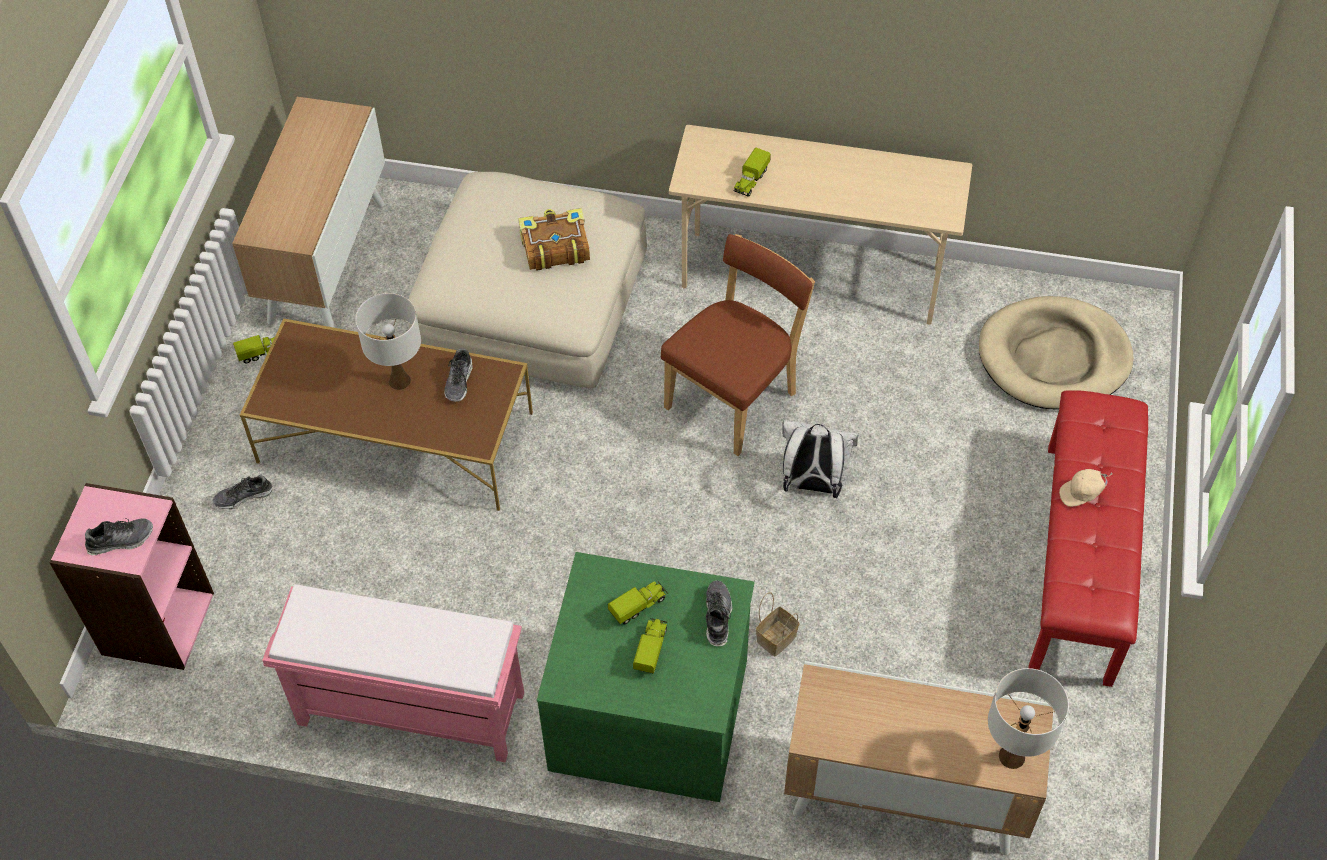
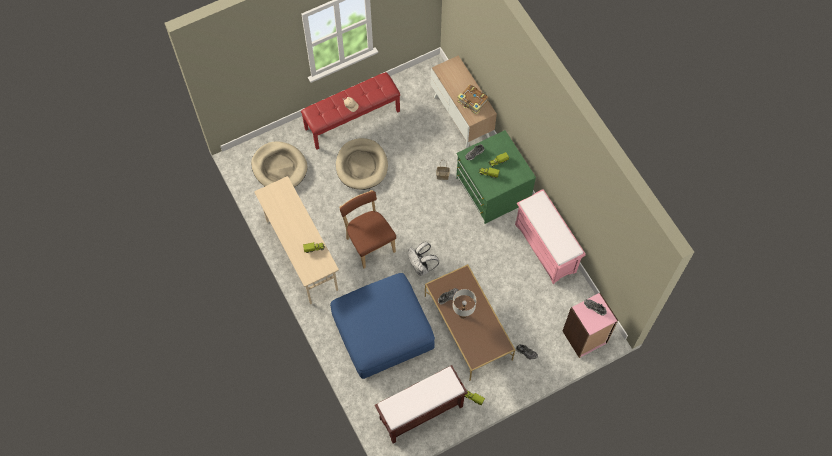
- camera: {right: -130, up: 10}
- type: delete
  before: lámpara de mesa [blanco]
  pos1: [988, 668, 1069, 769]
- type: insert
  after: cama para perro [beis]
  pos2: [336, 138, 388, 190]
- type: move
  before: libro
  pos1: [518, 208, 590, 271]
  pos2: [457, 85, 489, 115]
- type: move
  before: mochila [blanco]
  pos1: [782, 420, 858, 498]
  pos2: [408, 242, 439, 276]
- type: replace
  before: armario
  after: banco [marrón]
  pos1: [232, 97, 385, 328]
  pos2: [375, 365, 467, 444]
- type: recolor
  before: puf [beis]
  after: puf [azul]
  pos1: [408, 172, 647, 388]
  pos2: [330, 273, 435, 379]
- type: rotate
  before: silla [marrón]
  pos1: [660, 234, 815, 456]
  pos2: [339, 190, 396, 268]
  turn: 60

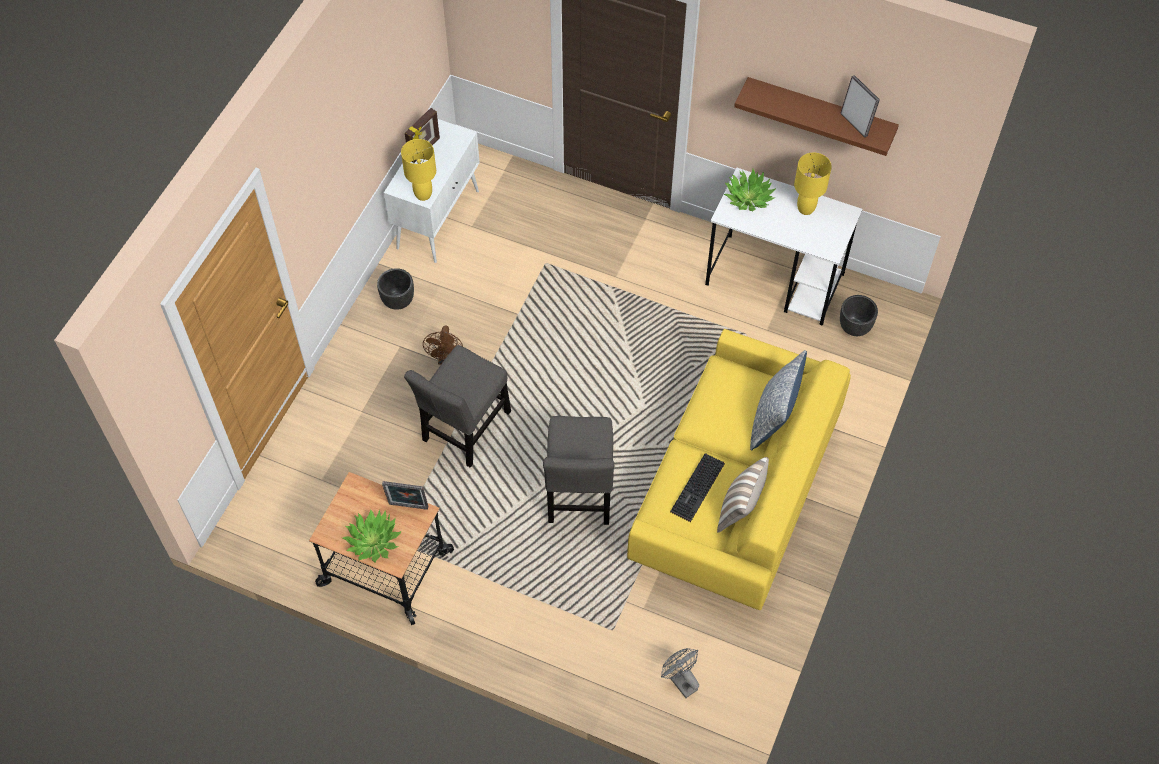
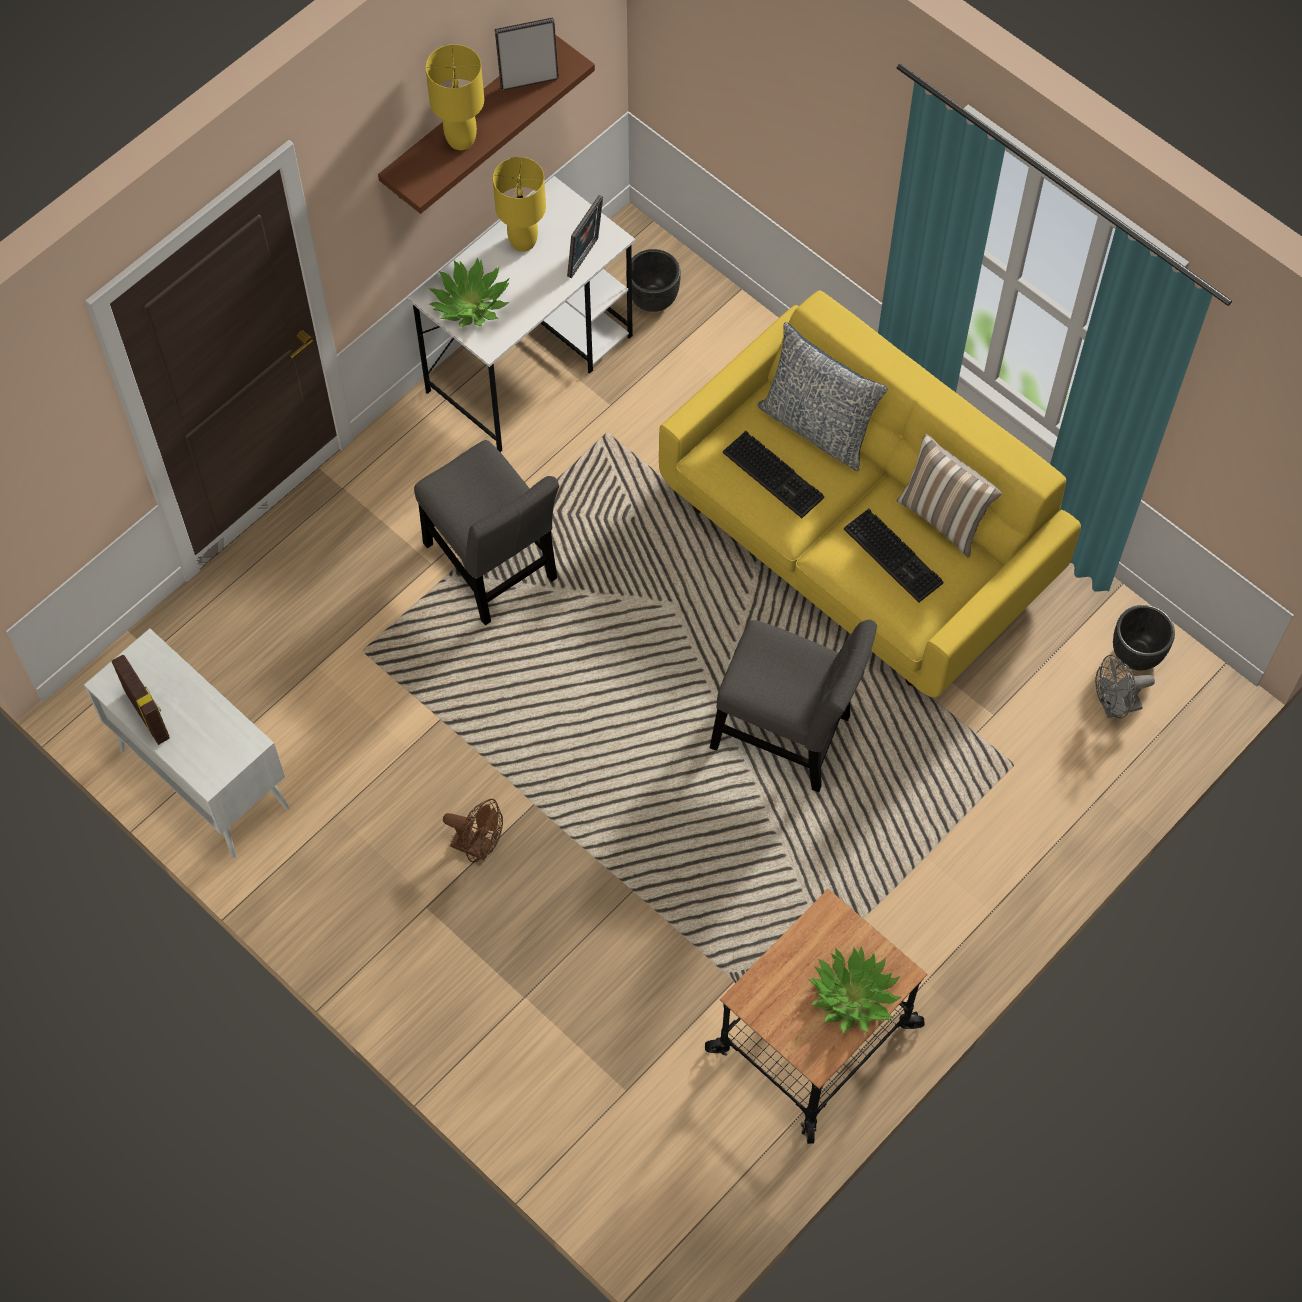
- camera: {right: -70, up: 5}
- type: insert
  after: teclado
  pos2: [723, 431, 824, 518]
- type: move
  before: maceta [negro]
  pos1: [377, 268, 414, 310]
  pos2: [1113, 605, 1175, 671]
- type: move
  before: portarretratos
  pos1: [382, 481, 429, 510]
  pos2: [567, 195, 603, 278]
- type: move
  before: lámpara de mesa [amarillo]
  pos1: [401, 139, 436, 201]
  pos2: [425, 44, 484, 150]
- type: move
  before: silla [gris]
  pos1: [404, 345, 511, 467]
  pos2: [414, 440, 559, 625]

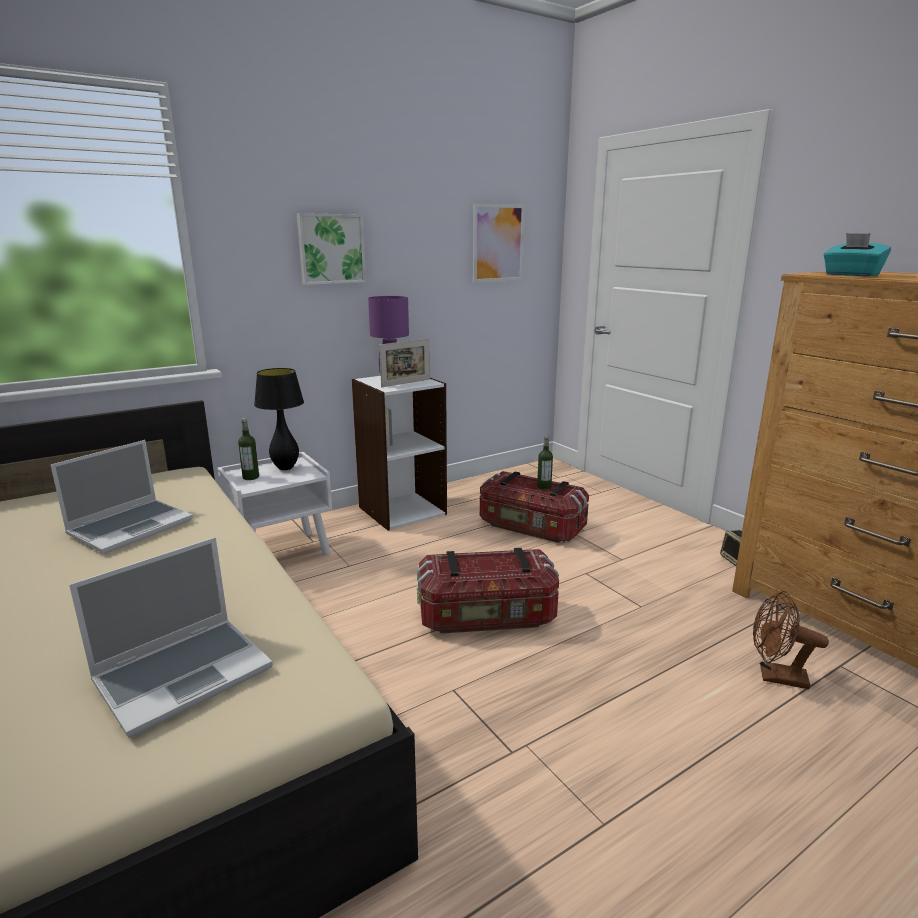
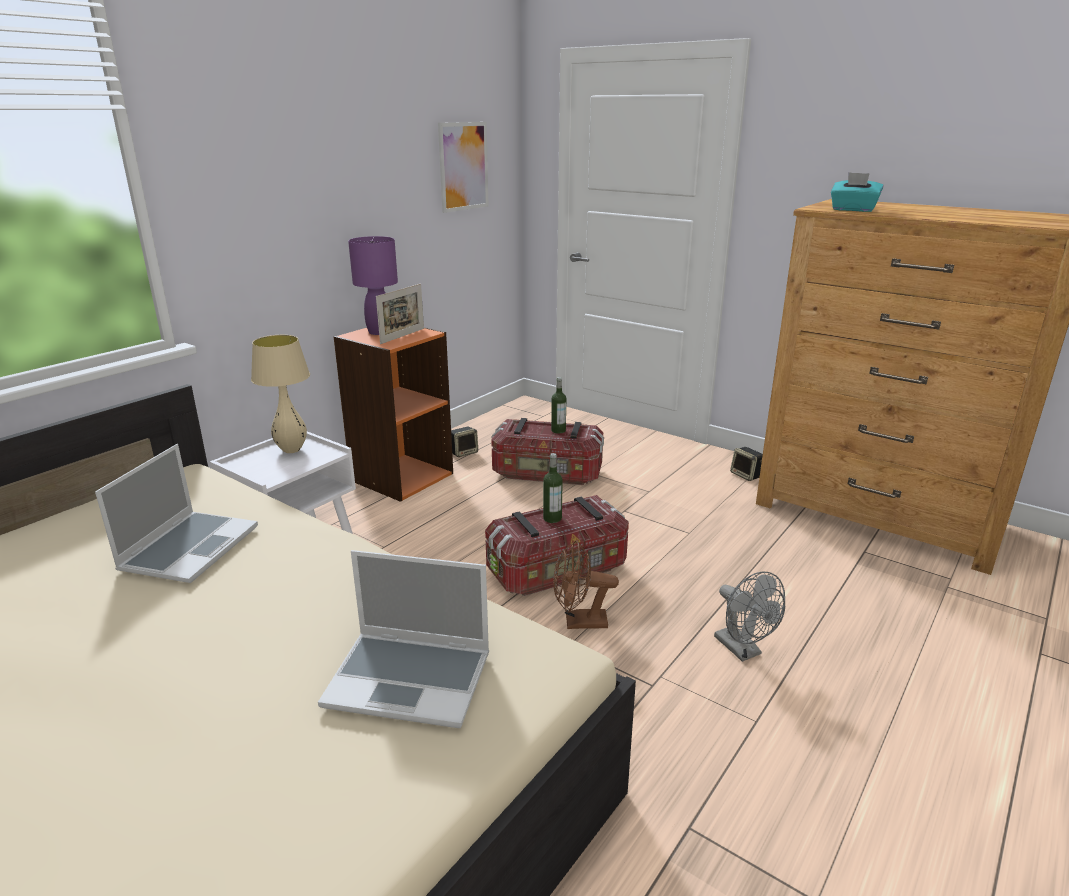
- camera: {right: -20, up: 5}
- type: delete
  before: cuadro
  pos1: [297, 213, 366, 285]
- type: insert
  after: altavoz
  pos2: [451, 427, 478, 457]
- type: insert
  after: ventilador [gris]
  pos2: [714, 572, 785, 662]
- type: move
  before: botella
  pos1: [238, 418, 259, 480]
  pos2: [543, 453, 563, 523]
- type: move
  before: ventilador [marrón]
  pos1: [753, 591, 829, 689]
  pos2: [553, 540, 619, 629]
- type: recolor
  before: lámpara de mesa [negro]
  after: lámpara de mesa [beis]
  pos1: [254, 368, 304, 470]
  pos2: [251, 335, 310, 453]
- type: recolor
  before: estantería [blanco]
  after: estantería [naranja]
  pos1: [352, 376, 447, 531]
  pos2: [334, 327, 453, 502]
- type: rotate
  before: portátil
  pos1: [69, 537, 273, 737]
  pos2: [318, 550, 489, 728]
  turn: 75

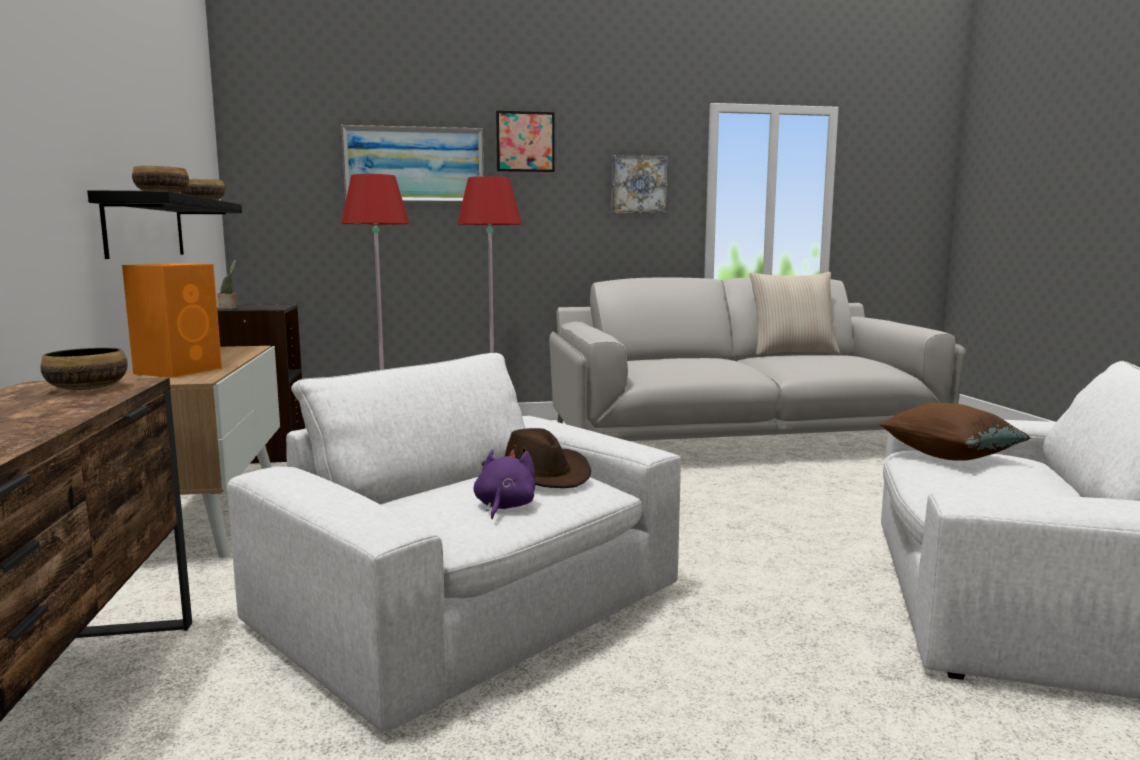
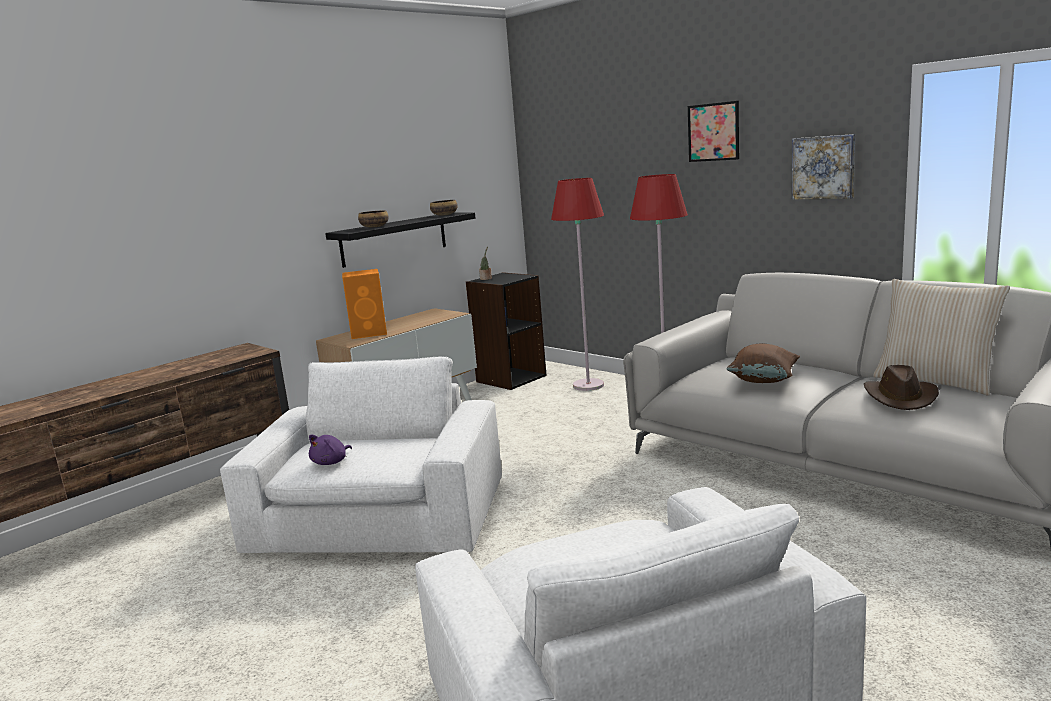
- camera: {right: 55, up: 5}
- type: delete
  before: cuenco
  pos1: [41, 348, 128, 390]
- type: delete
  before: cuadro
  pos1: [341, 125, 484, 203]
- type: move
  before: sombrero [marrón]
  pos1: [482, 428, 591, 488]
  pos2: [864, 365, 939, 410]
- type: move
  before: cojín [marrón]
  pos1: [880, 403, 1031, 461]
  pos2: [726, 344, 800, 383]
- type: rotate
  before: peluche [morado]
  pos1: [473, 450, 536, 519]
  pos2: [309, 435, 352, 465]
  turn: 150

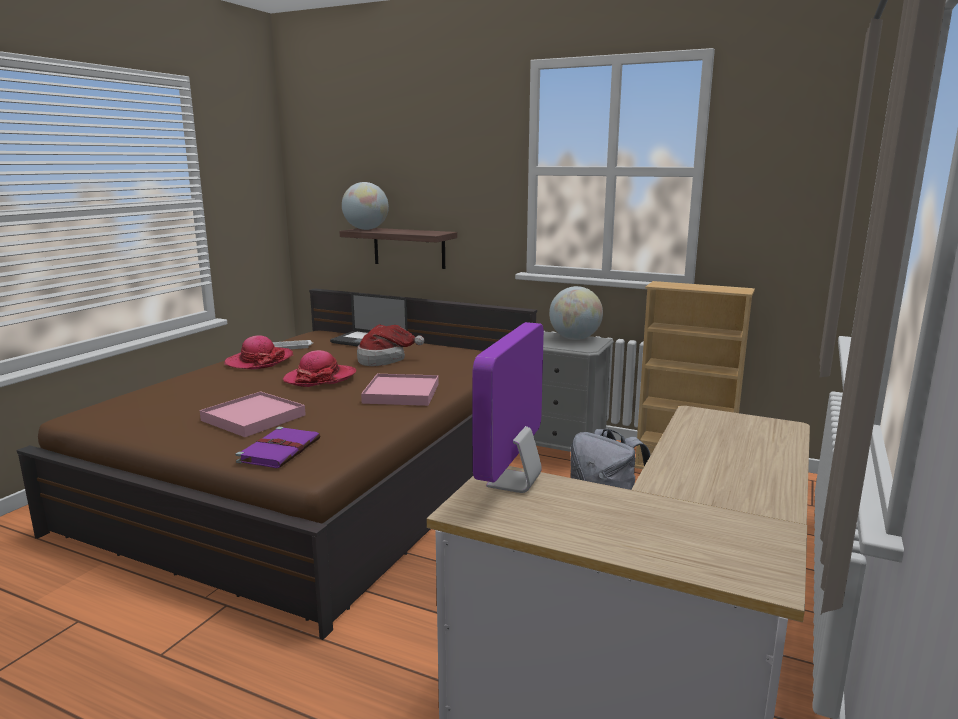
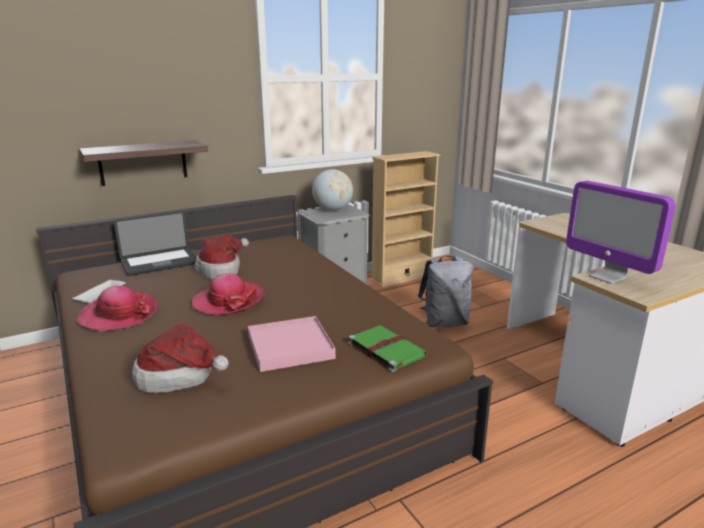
- camera: {right: -55, up: 5}
- type: delete
  before: globo terráqueo
  pos1: [342, 182, 389, 230]
- type: delete
  before: bandeja [rosa]
  pos1: [361, 374, 439, 406]
- type: insert
  after: sombrero
  pos2: [132, 323, 229, 393]
- type: recolor
  before: libro [morado]
  after: libro [verde]
  pos1: [235, 427, 320, 468]
  pos2: [348, 326, 427, 372]

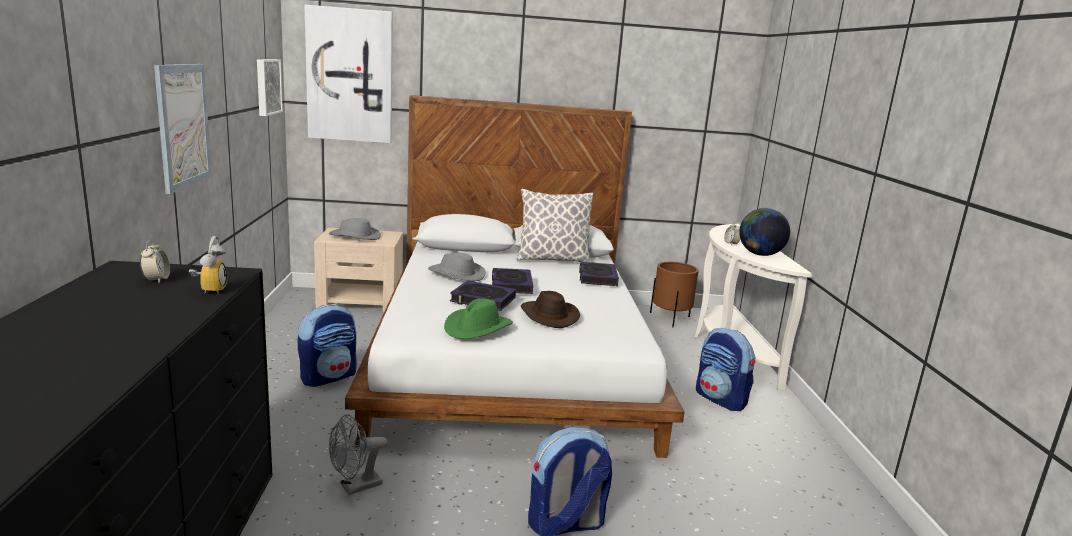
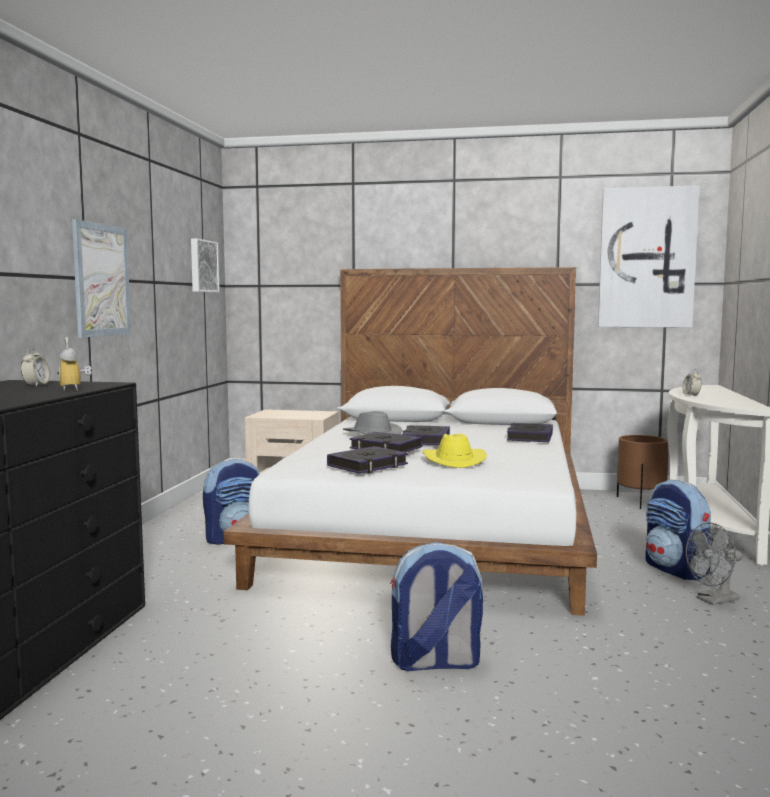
- camera: {right: 15, up: -10}
- type: delete
  before: sombrero [gris]
  pos1: [329, 218, 381, 240]
- type: delete
  before: cojín
  pos1: [517, 189, 593, 262]
- type: delete
  before: globo terráqueo
  pos1: [739, 208, 790, 256]
- type: move
  before: cuadro
  pos1: [304, 5, 393, 143]
  pos2: [598, 185, 700, 328]
- type: move
  before: ventilador [gris]
  pos1: [329, 414, 387, 495]
  pos2: [686, 522, 743, 605]
- type: replace
  before: sombrero [verde]
  after: libro
  pos1: [444, 298, 513, 339]
  pos2: [327, 446, 408, 474]
- type: recolor
  before: sombrero [marrón]
  after: sombrero [amarillo]
  pos1: [521, 291, 580, 328]
  pos2: [423, 433, 487, 468]
- type: rotate
  before: despertador
  pos1: [189, 236, 227, 295]
  pos2: [58, 337, 92, 391]
  turn: 150

